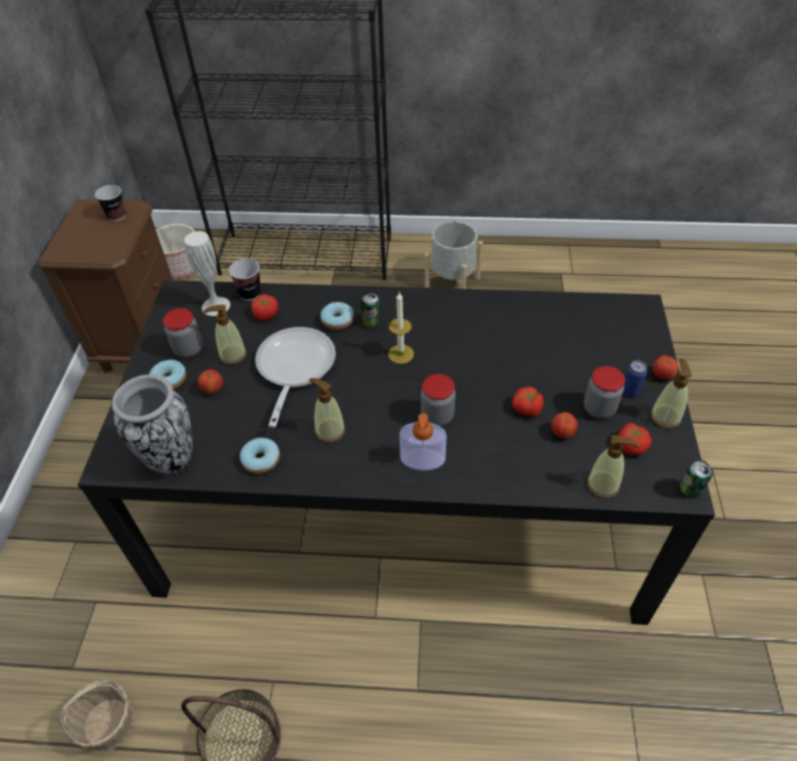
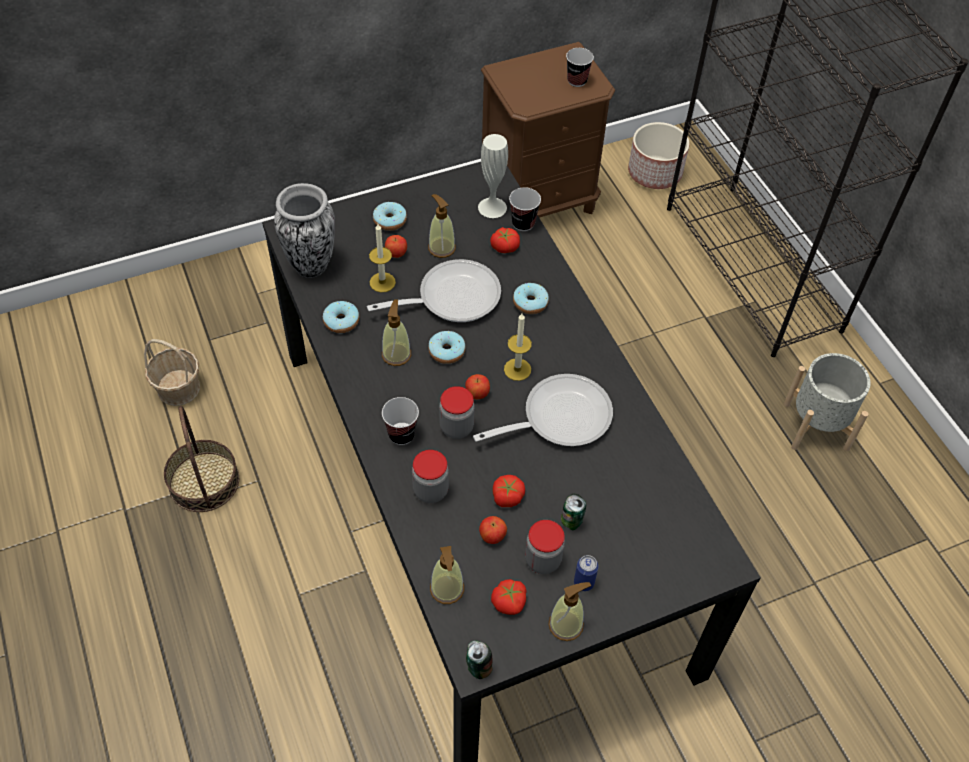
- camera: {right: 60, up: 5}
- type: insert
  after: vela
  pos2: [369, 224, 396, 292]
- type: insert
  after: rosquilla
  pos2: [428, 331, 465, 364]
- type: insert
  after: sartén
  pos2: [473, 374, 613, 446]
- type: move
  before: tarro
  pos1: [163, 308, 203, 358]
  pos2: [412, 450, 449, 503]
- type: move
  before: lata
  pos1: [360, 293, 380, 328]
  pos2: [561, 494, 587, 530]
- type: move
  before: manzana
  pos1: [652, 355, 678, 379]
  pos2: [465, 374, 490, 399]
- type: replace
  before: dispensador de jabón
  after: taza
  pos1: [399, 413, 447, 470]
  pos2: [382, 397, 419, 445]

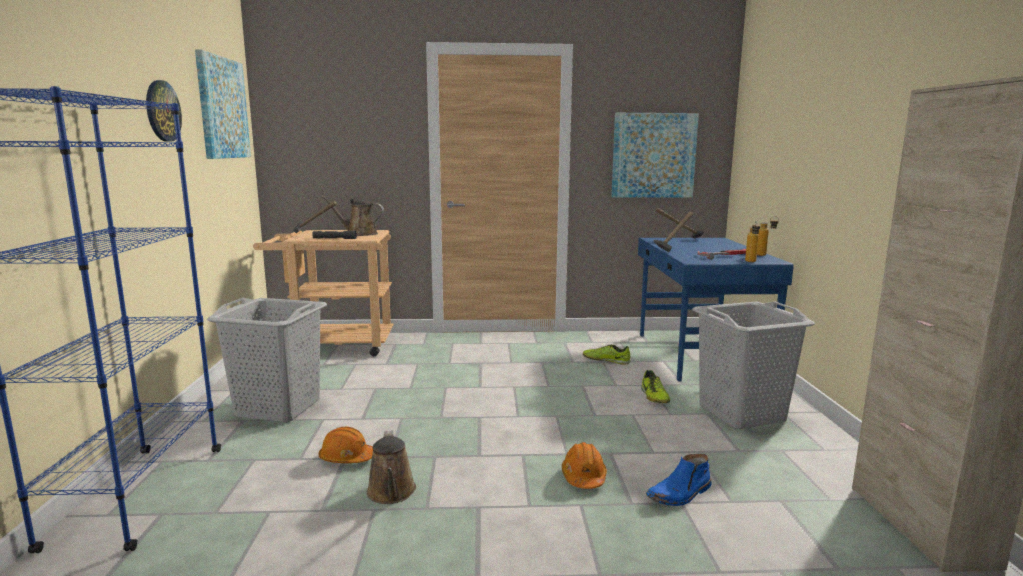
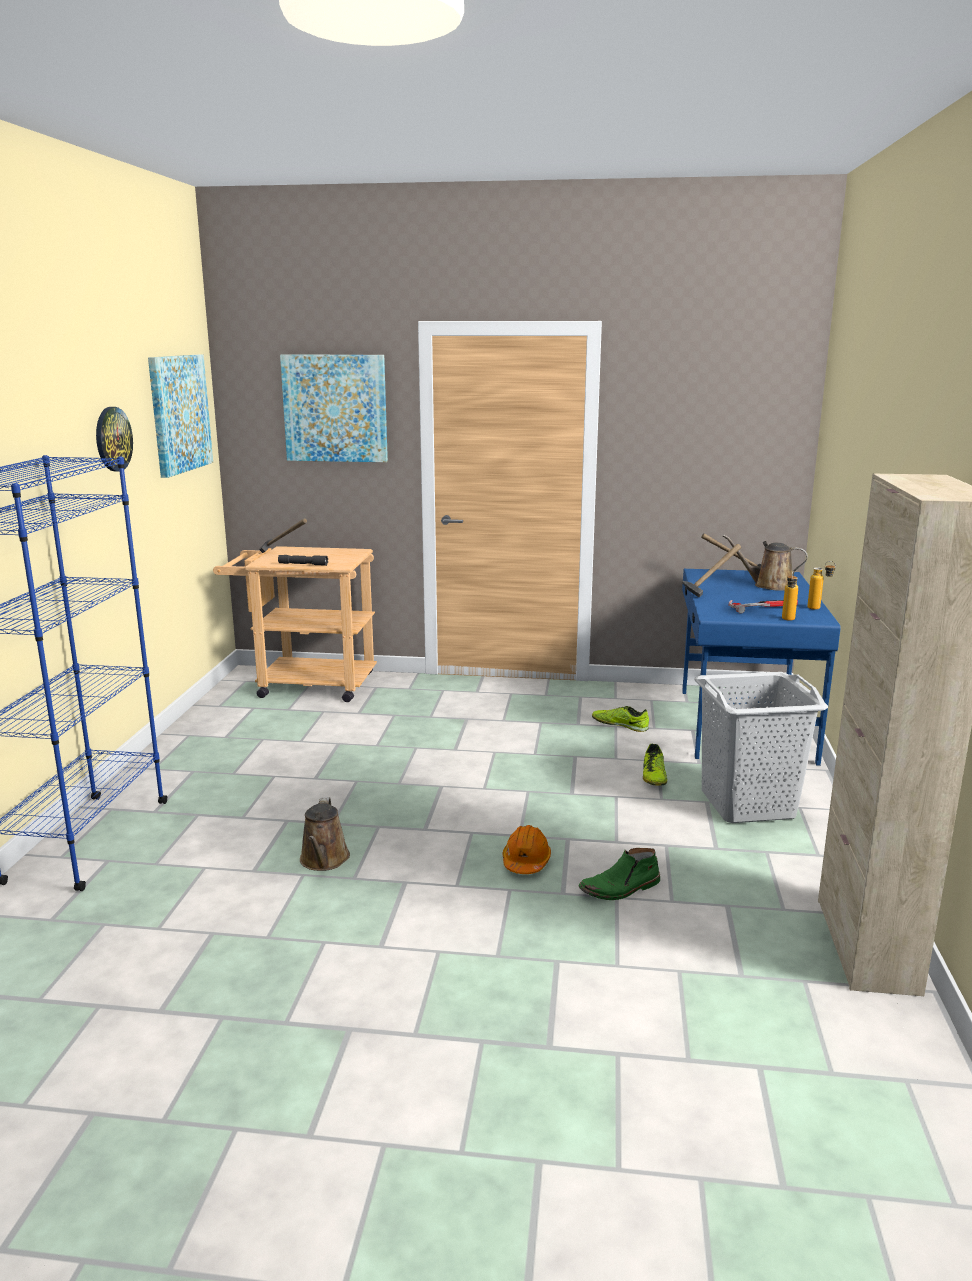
- camera: {right: 10, up: 5}
- type: delete
  before: cesto de la ropa [gris]
  pos1: [207, 298, 327, 423]
- type: delete
  before: casco [naranja]
  pos1: [319, 427, 373, 463]
- type: move
  before: regadera [marrón]
  pos1: [321, 196, 384, 236]
  pos2: [723, 535, 808, 591]
- type: move
  before: cuadro
  pos1: [611, 113, 699, 198]
  pos2: [280, 354, 388, 462]
- type: recolor
  before: bota [azul]
  after: bota [verde]
  pos1: [646, 454, 712, 506]
  pos2: [578, 848, 660, 900]

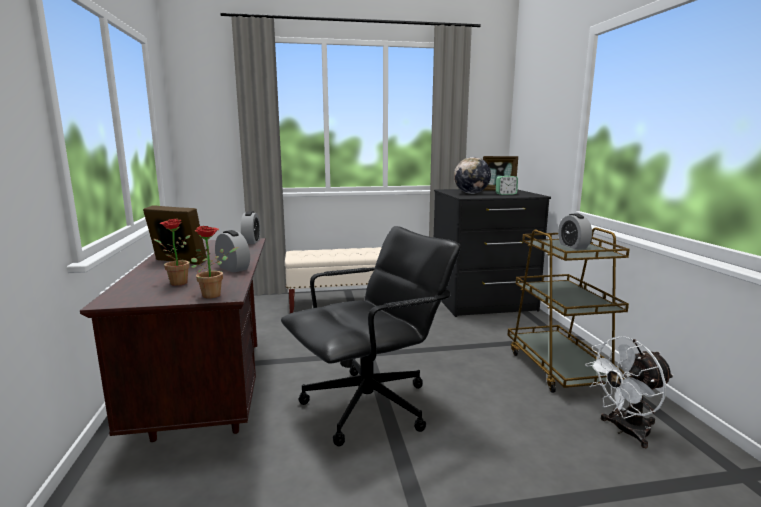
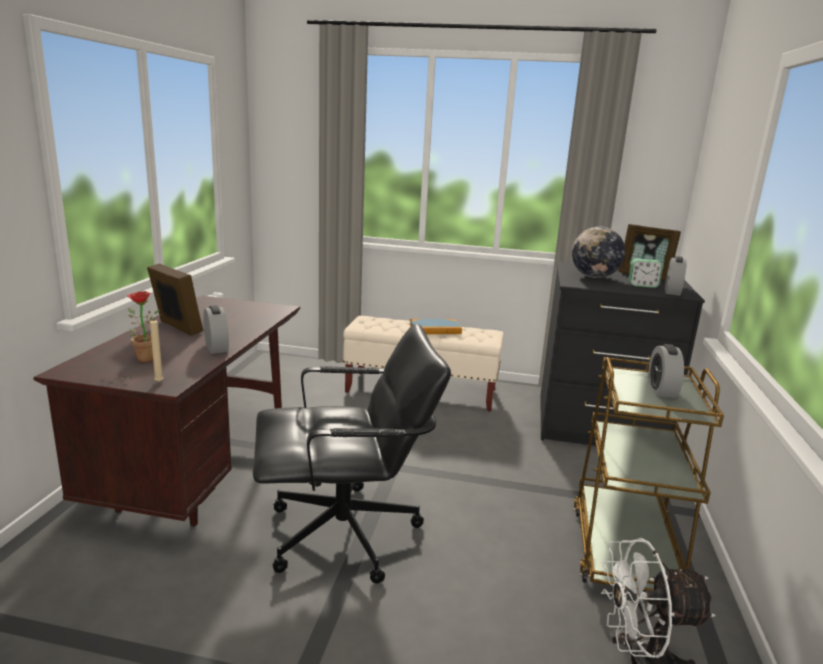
- camera: {right: 20, up: 5}
- type: insert
  after: libro
  pos2: [410, 319, 462, 334]
- type: move
  before: despertador
  pos1: [241, 211, 260, 244]
  pos2: [665, 256, 687, 296]
- type: replace
  before: planta en maceta
  after: vela [beis]
  pos1: [191, 226, 238, 298]
  pos2: [150, 314, 164, 382]

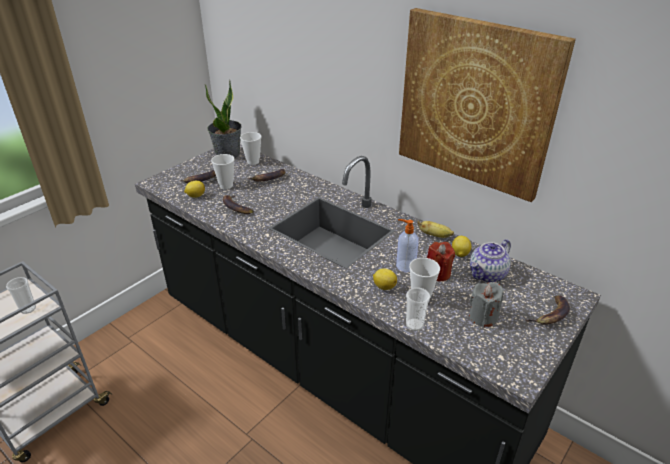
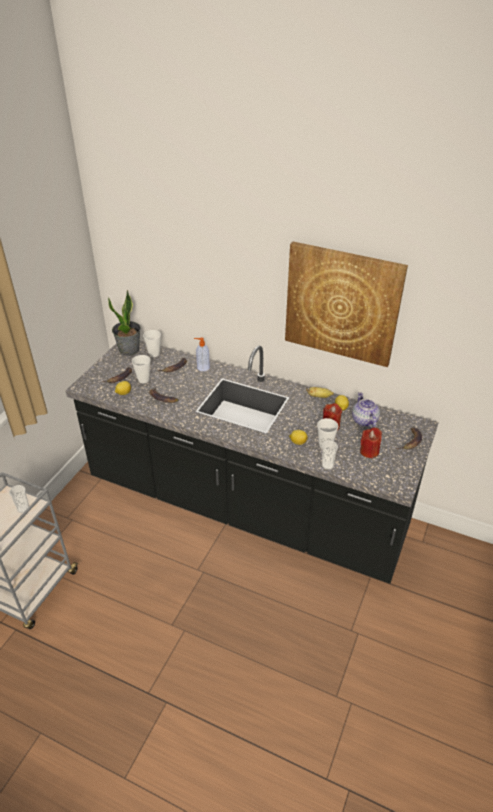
- camera: {right: -15, up: 5}
- type: move
  before: dispensador de jabón
  pos1: [396, 219, 419, 272]
  pos2: [194, 338, 210, 371]
- type: recolor
  before: vela [gris]
  after: vela [rojo]
  pos1: [469, 282, 504, 327]
  pos2: [360, 427, 382, 459]
- type: rotate
  before: tetera
  pos1: [470, 239, 511, 283]
  pos2: [352, 392, 380, 428]
  turn: 135

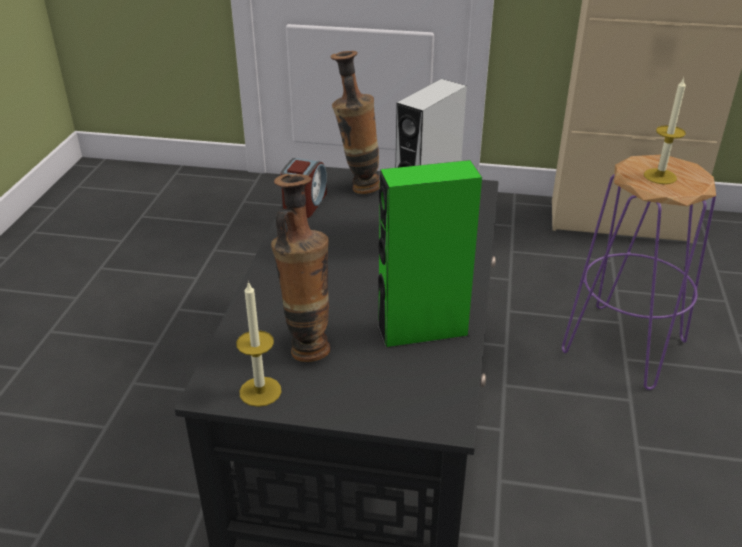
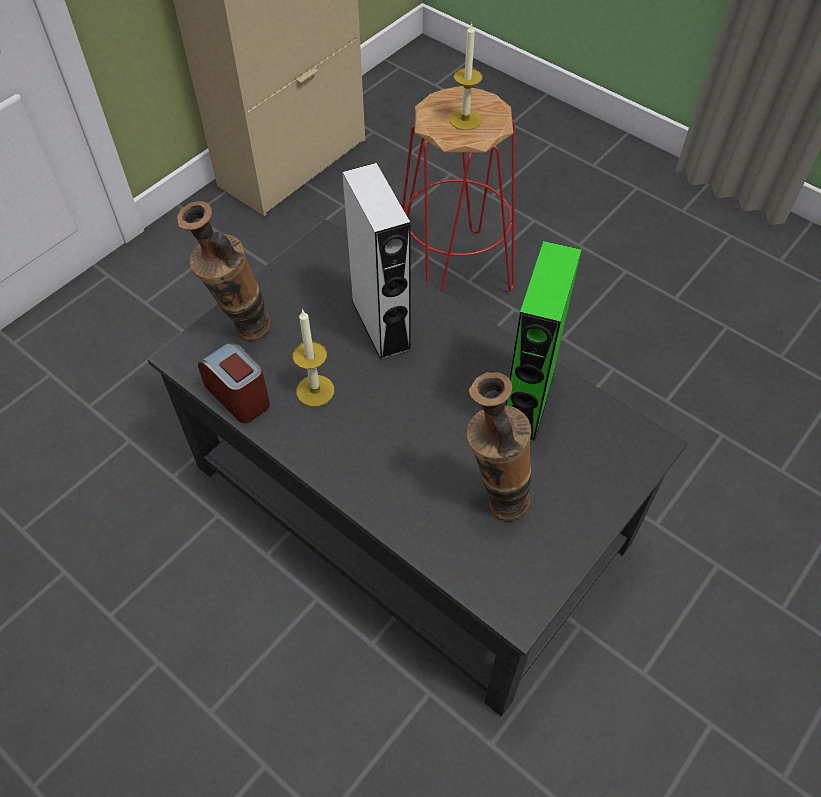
- camera: {right: -60, up: 20}
- type: move
  before: vela
  pos1: [236, 281, 282, 407]
  pos2: [293, 309, 334, 407]
- type: recolor
  before: taburete [morado]
  after: taburete [rojo]
  pos1: [562, 155, 716, 390]
  pos2: [402, 86, 515, 292]

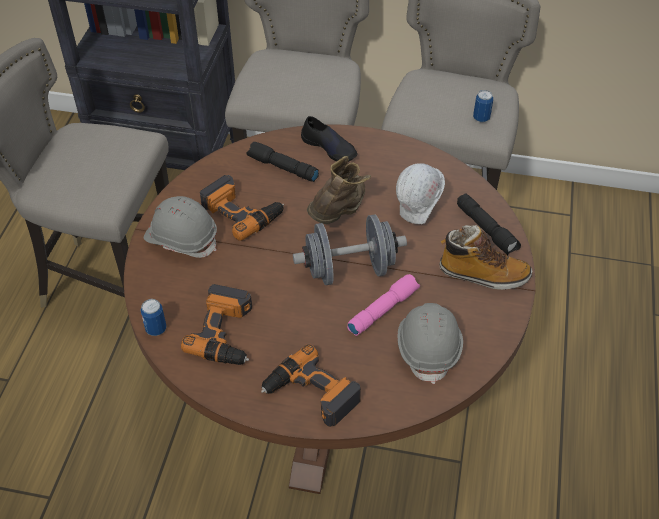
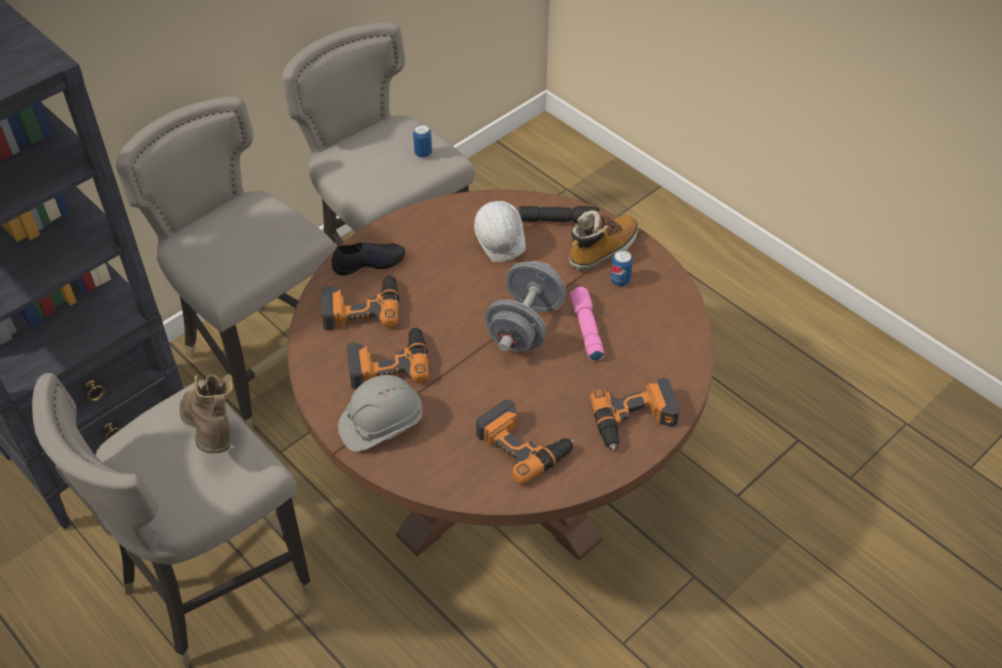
- camera: {right: -55, up: 0}
- type: delete
  before: casco [gris]
  pos1: [397, 303, 463, 384]
- type: move
  before: lata
  pos1: [140, 299, 167, 336]
  pos2: [610, 250, 633, 286]
- type: move
  before: bota [marrón]
  pos1: [307, 156, 371, 224]
  pos2: [180, 374, 233, 454]
- type: replace
  before: linterna [negro]
  after: taladro
  pos1: [247, 142, 319, 182]
  pos2: [321, 275, 399, 330]

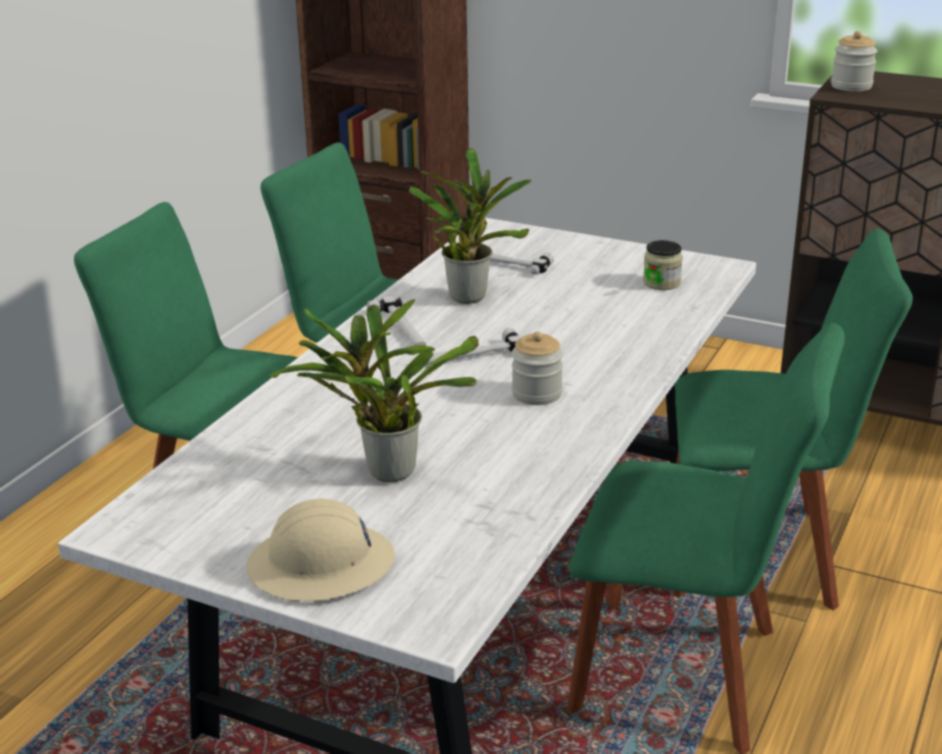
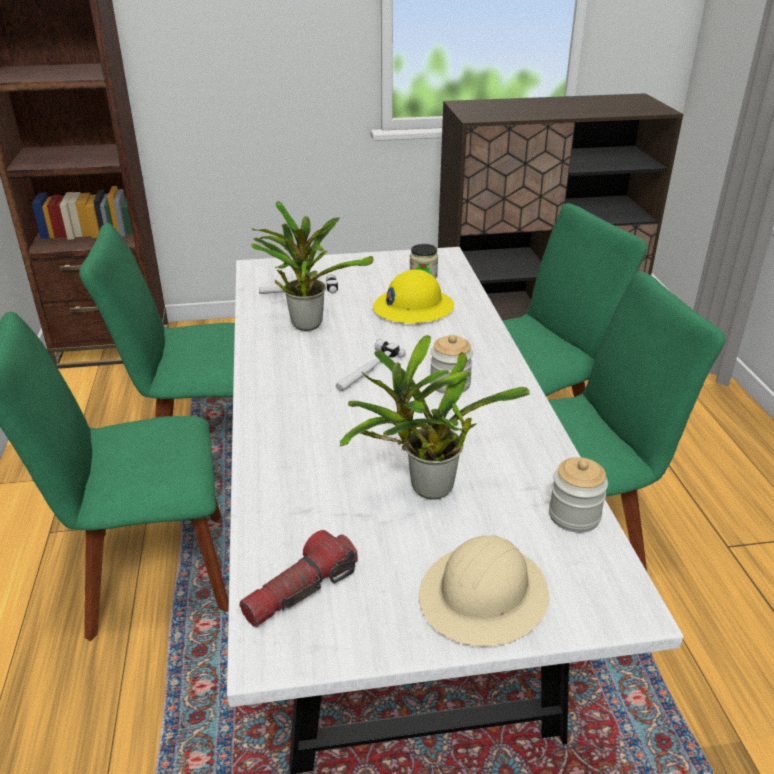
- camera: {right: -35, up: 5}
- type: delete
  before: martillo
  pos1: [367, 296, 426, 346]
- type: insert
  after: linterna
  pos2: [239, 530, 358, 627]
- type: insert
  after: casco [amarillo]
  pos2: [373, 269, 454, 324]
- type: move
  before: tarro
  pos1: [831, 31, 877, 92]
  pos2: [549, 457, 608, 533]

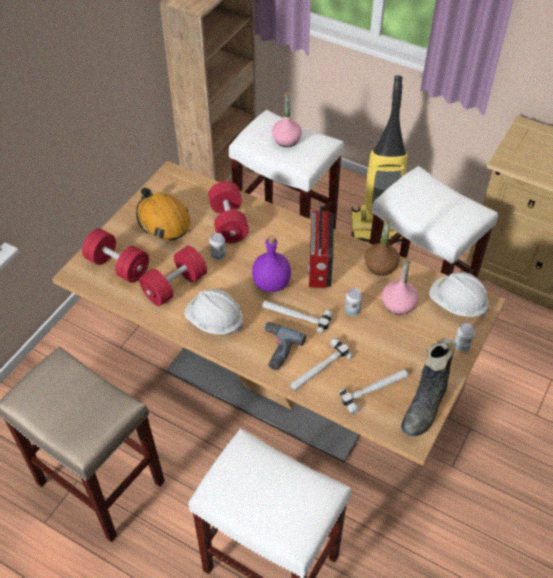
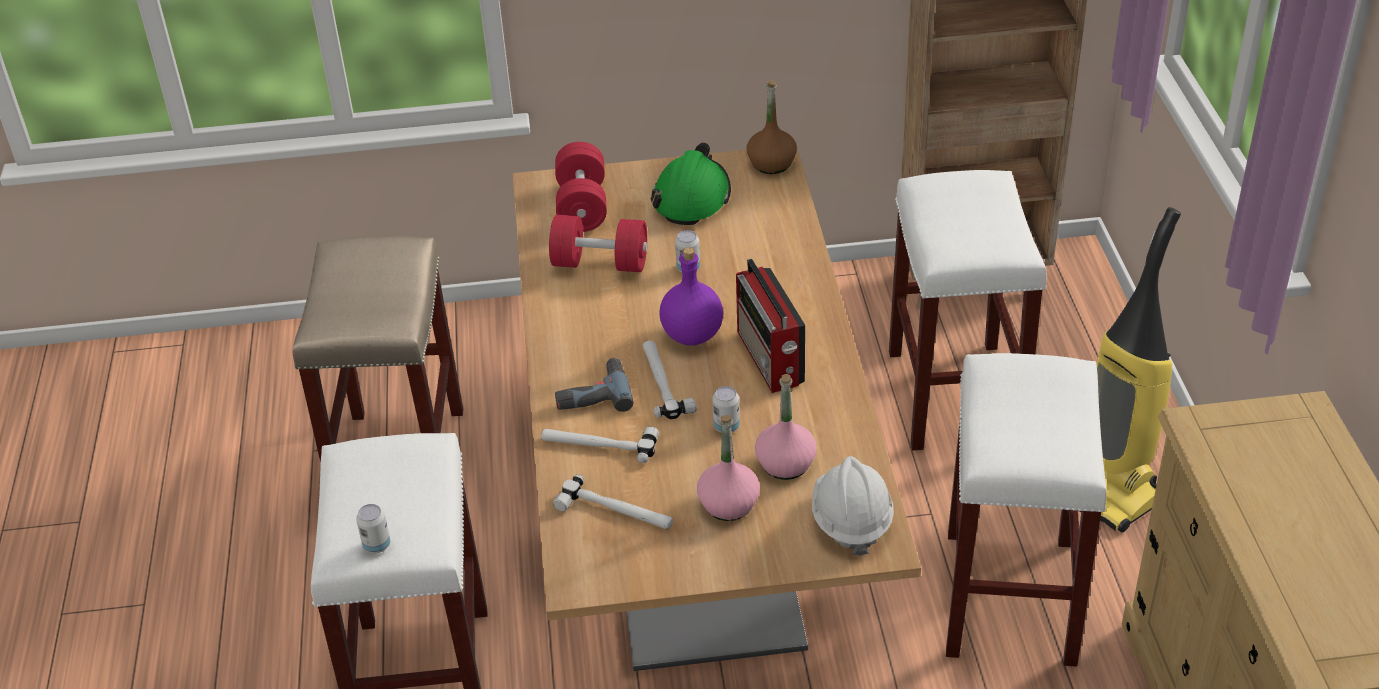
- camera: {right: 55, up: -10}
- type: delete
  before: casco [blanco]
  pos1: [184, 289, 243, 335]
- type: delete
  before: mancuerna [rojo]
  pos1: [208, 181, 249, 243]
- type: delete
  before: bota [negro]
  pos1: [401, 338, 456, 436]
- type: move
  before: botella [rosa]
  pos1: [272, 92, 302, 147]
  pos2: [697, 415, 760, 521]
- type: move
  before: botella [marrón]
  pos1: [365, 218, 400, 276]
  pos2: [747, 80, 797, 174]
- type: move
  before: lata
  pos1: [455, 323, 475, 351]
  pos2: [356, 504, 390, 553]
- type: recolor
  before: casco [naranja]
  after: casco [verde]
  pos1: [136, 187, 191, 241]
  pos2: [651, 143, 731, 225]
- type: rotate
  before: radio
  pos1: [308, 205, 334, 288]
  pos2: [736, 258, 805, 393]
  turn: -75

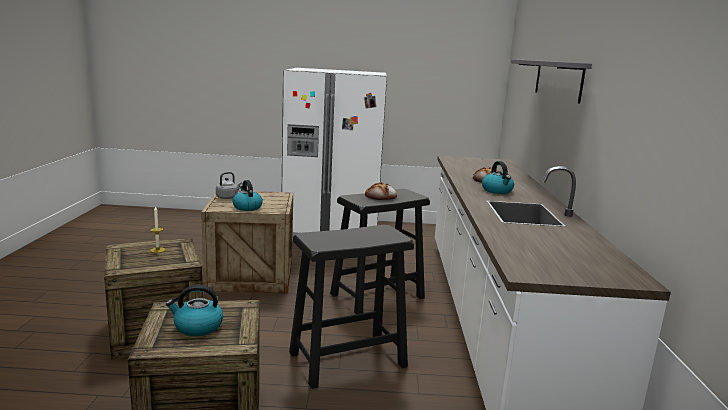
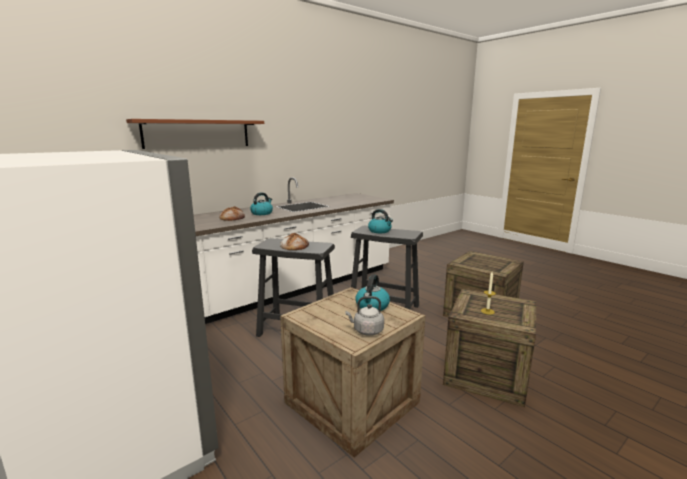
- camera: {right: -130, up: 0}
- type: move
  before: hervidor
  pos1: [166, 285, 223, 336]
  pos2: [368, 209, 393, 233]
- type: recolor
  before: estante [gris]
  after: estante [marrón]
  pos1: [511, 59, 592, 103]
  pos2: [126, 119, 264, 149]

